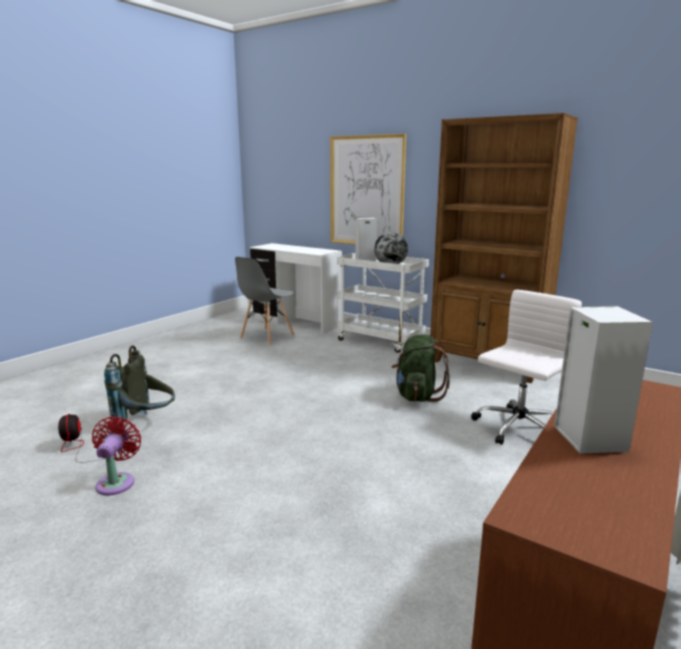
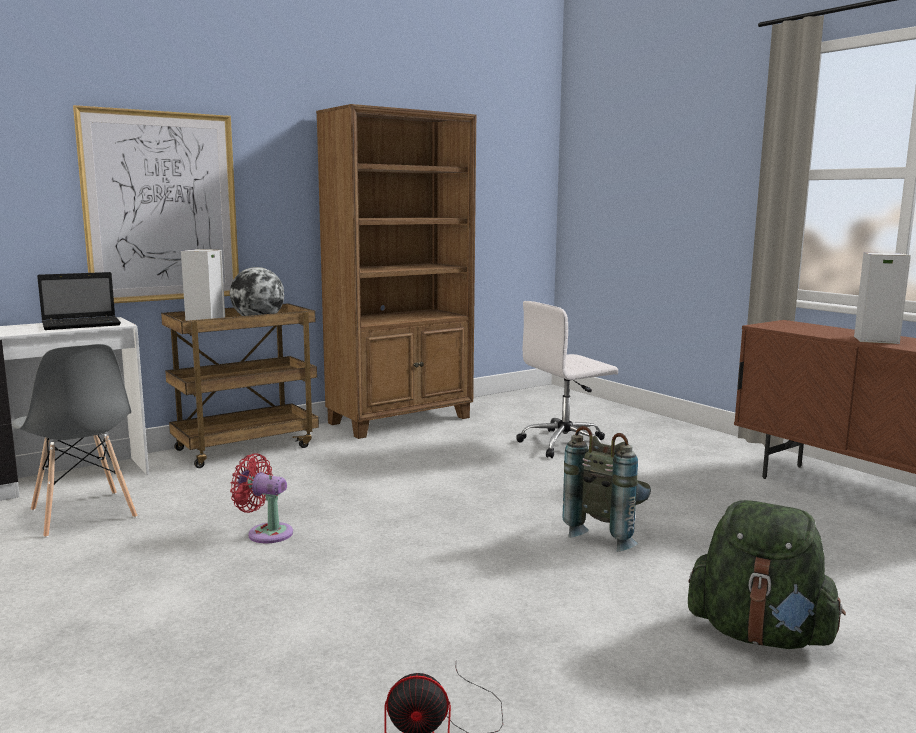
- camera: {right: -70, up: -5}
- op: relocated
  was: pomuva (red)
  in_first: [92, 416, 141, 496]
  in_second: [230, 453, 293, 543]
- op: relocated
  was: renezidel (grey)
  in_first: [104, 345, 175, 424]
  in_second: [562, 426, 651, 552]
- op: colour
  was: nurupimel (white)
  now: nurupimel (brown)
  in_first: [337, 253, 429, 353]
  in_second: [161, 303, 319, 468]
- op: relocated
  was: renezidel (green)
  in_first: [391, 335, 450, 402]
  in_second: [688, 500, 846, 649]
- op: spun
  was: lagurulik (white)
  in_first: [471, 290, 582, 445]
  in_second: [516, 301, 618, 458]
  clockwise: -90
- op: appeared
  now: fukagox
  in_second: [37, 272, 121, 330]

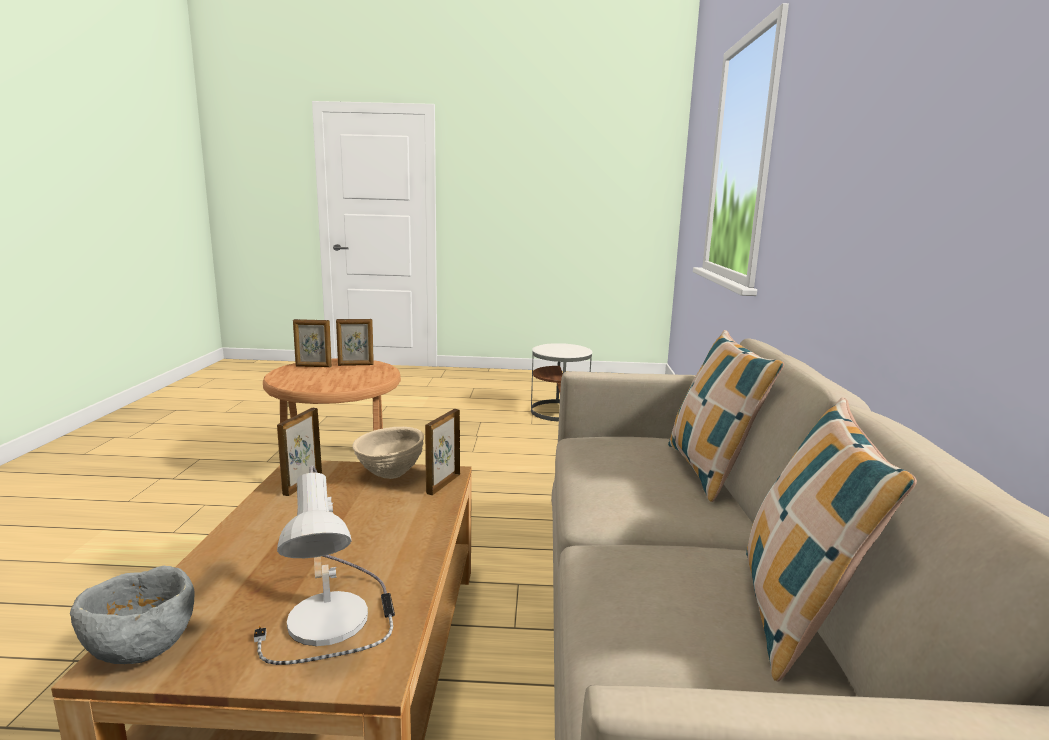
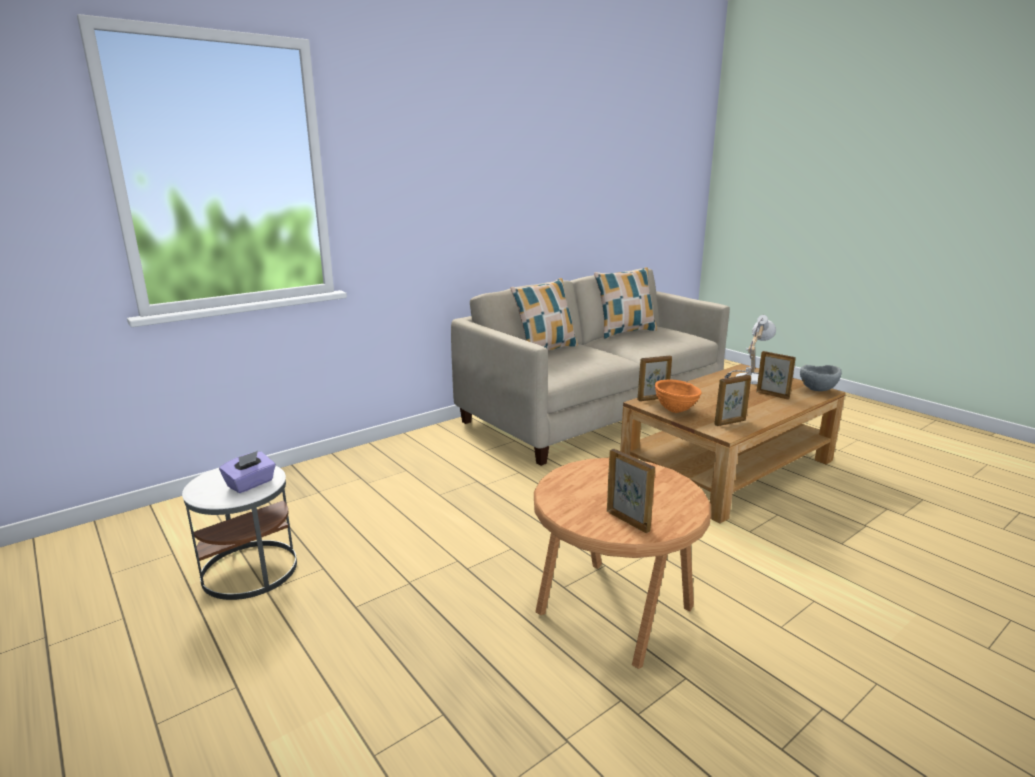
- camera: {right: -130, up: 5}
- op: relocated
  was: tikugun
  in_first: [336, 319, 374, 366]
  in_second: [756, 351, 796, 400]
- op: colour
  was: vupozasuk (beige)
  now: vupozasuk (orange)
  in_first: [352, 427, 424, 479]
  in_second: [655, 379, 702, 413]
- op: appeared
  now: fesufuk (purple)
  in_second: [219, 451, 276, 493]

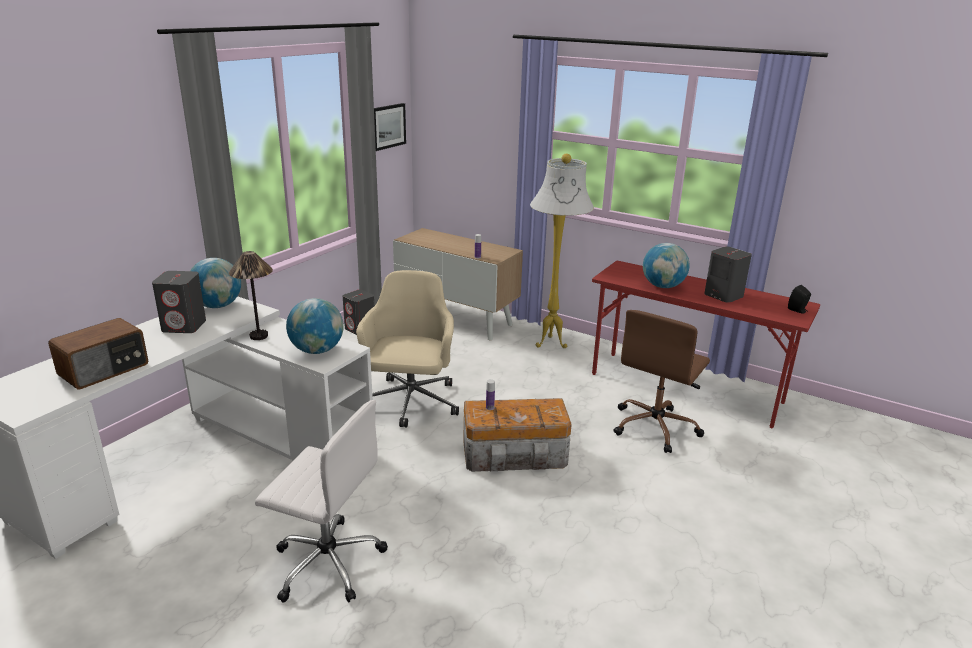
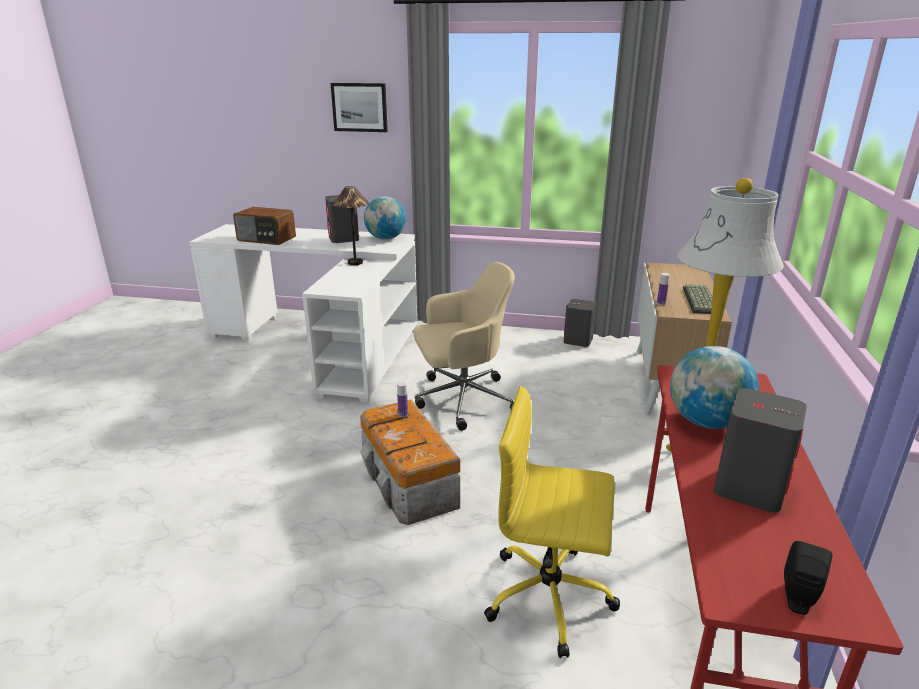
- camera: {right: 70, up: 0}
- op: missing
  was: lagurulik (white)
  in_first: [255, 400, 388, 602]
- op: missing
  was: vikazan
  in_first: [286, 298, 344, 354]
- op: relocated
  was: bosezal
  in_first: [374, 103, 406, 151]
  in_second: [331, 83, 388, 132]
- op: colour
  was: lagurulik (brown)
  now: lagurulik (yellow)
  in_first: [614, 310, 710, 453]
  in_second: [484, 386, 620, 658]
- op: appeared
  now: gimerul
  in_second: [683, 284, 712, 314]

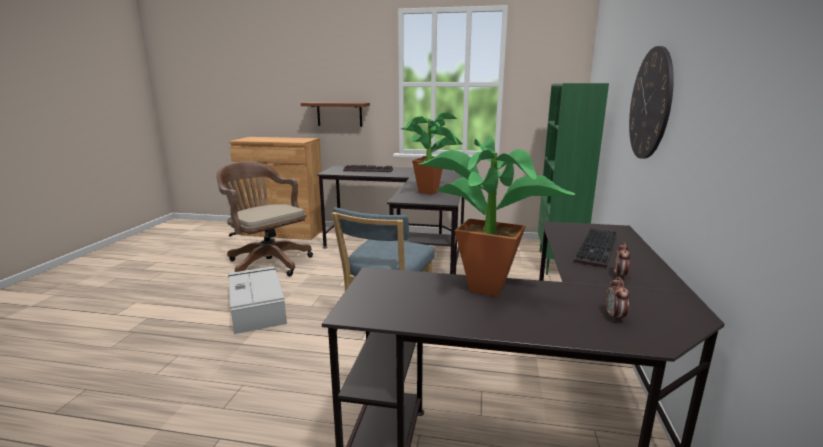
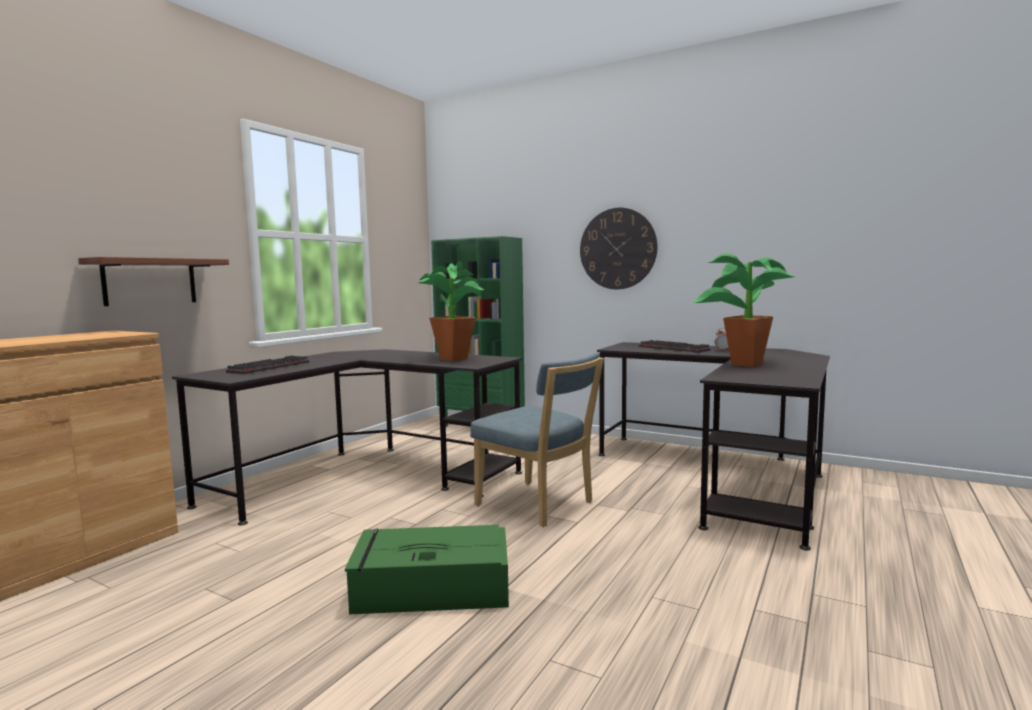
- camera: {right: -70, up: -10}
- op: missing
  was: lagurulik (brown)
  in_first: [216, 161, 313, 276]
- op: colour
  was: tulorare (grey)
  now: tulorare (green)
  in_first: [228, 266, 287, 334]
  in_second: [345, 525, 509, 614]
- op: missing
  was: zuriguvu
  in_first: [606, 277, 629, 321]

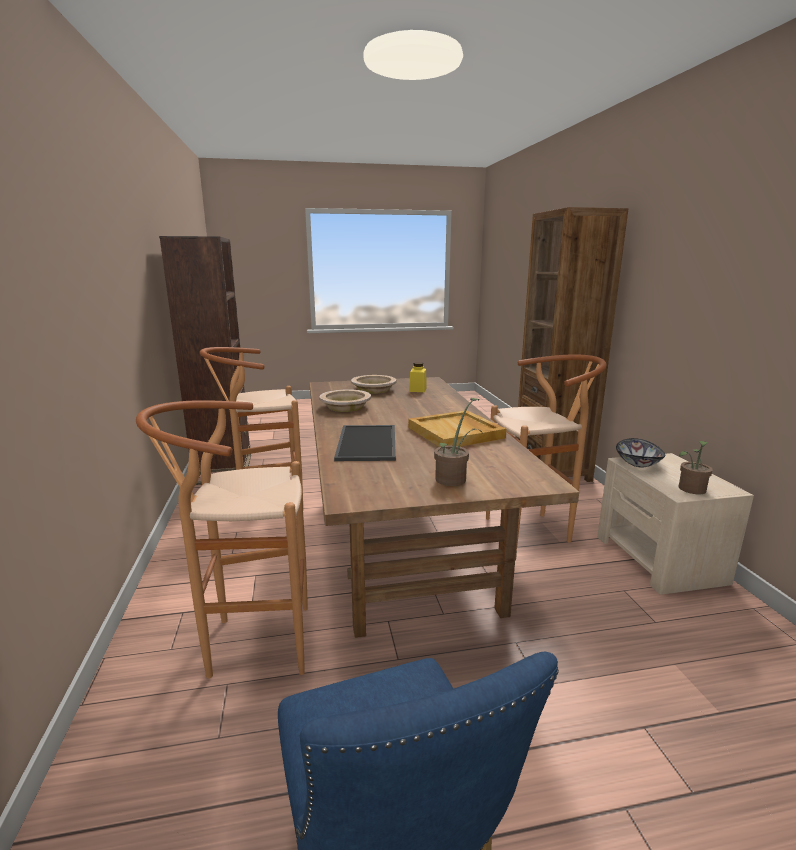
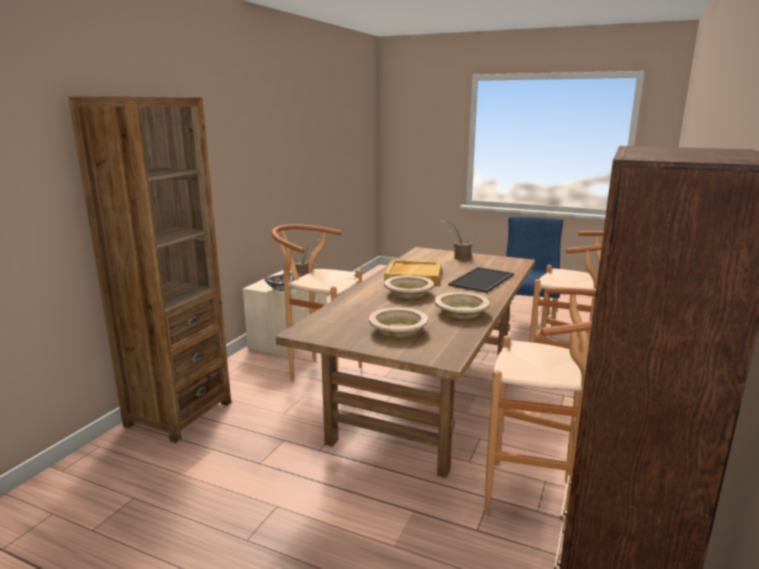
- camera: {right: -145, up: 0}
- op: missing
  was: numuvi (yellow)
  in_first: [409, 362, 427, 392]
- op: appeared
  now: vupozasuk (beige)
  in_second: [384, 275, 434, 299]

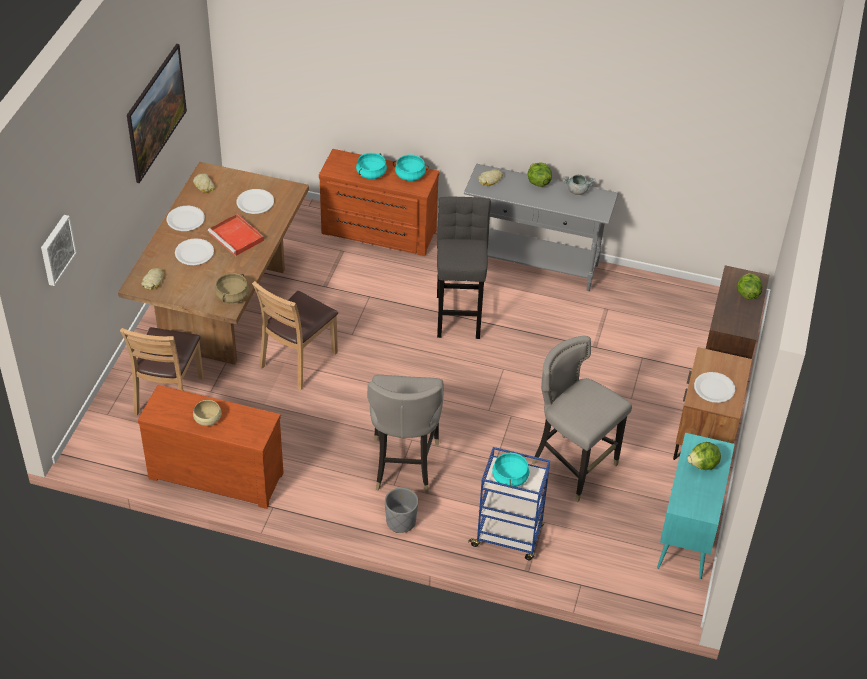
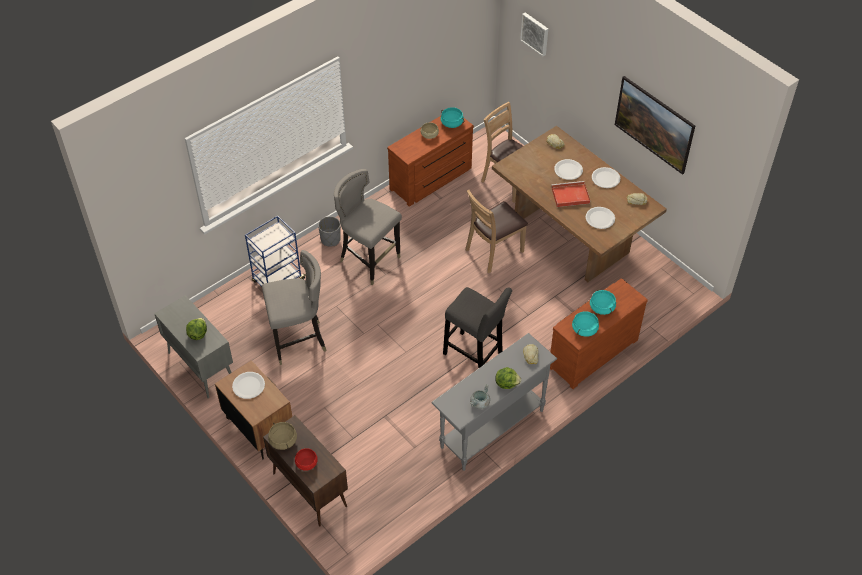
- camera: {right: 125, up: 5}
- op: relocated
  was: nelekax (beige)
  in_first: [215, 273, 249, 303]
  in_second: [268, 422, 297, 450]
- op: spun
  was: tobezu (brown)
  in_first: [252, 281, 338, 390]
  in_second: [465, 190, 528, 273]
  clockwise: -105
- op: relocated
  was: nelekax (turquoise)
  in_first: [492, 451, 529, 487]
  in_second: [441, 107, 465, 128]
- op: colour
  was: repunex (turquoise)
  now: repunex (grey)
  in_first: [657, 433, 735, 579]
  in_second: [154, 295, 233, 398]
- op: exchanged
  was: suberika
  now: vupozasuk (red)
  in_first: [737, 273, 762, 300]
  in_second: [295, 448, 318, 471]

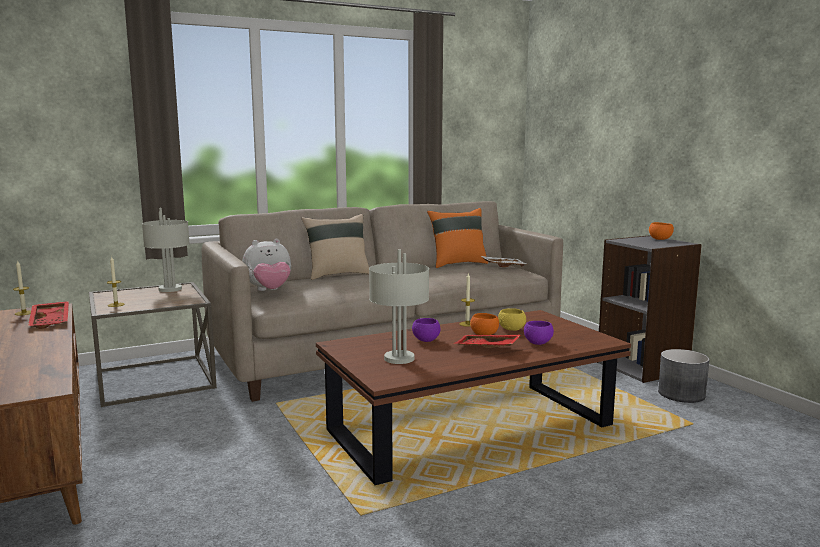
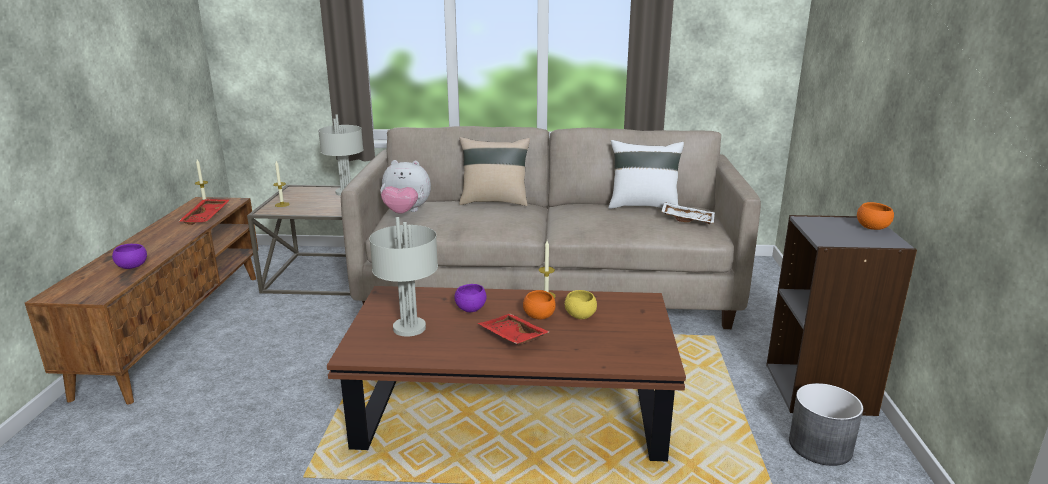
- camera: {right: 30, up: 10}
- op: colour
  was: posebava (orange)
  now: posebava (white)
  in_first: [427, 208, 488, 268]
  in_second: [608, 140, 684, 209]
- op: relocated
  was: vupozasuk (purple)
  in_first: [524, 321, 554, 345]
  in_second: [112, 244, 147, 269]

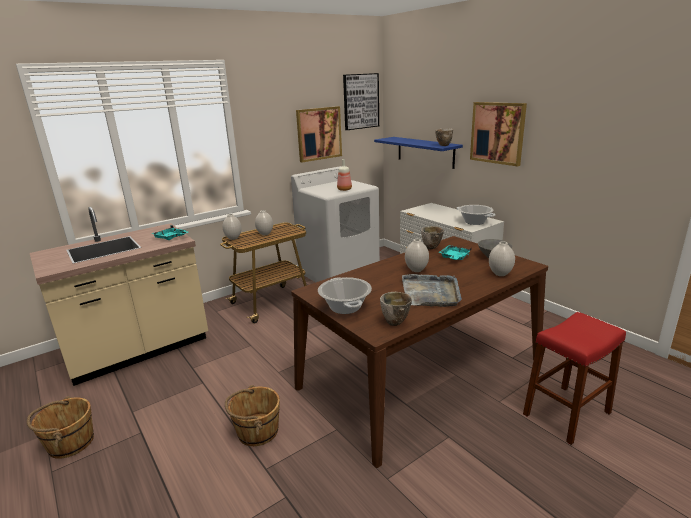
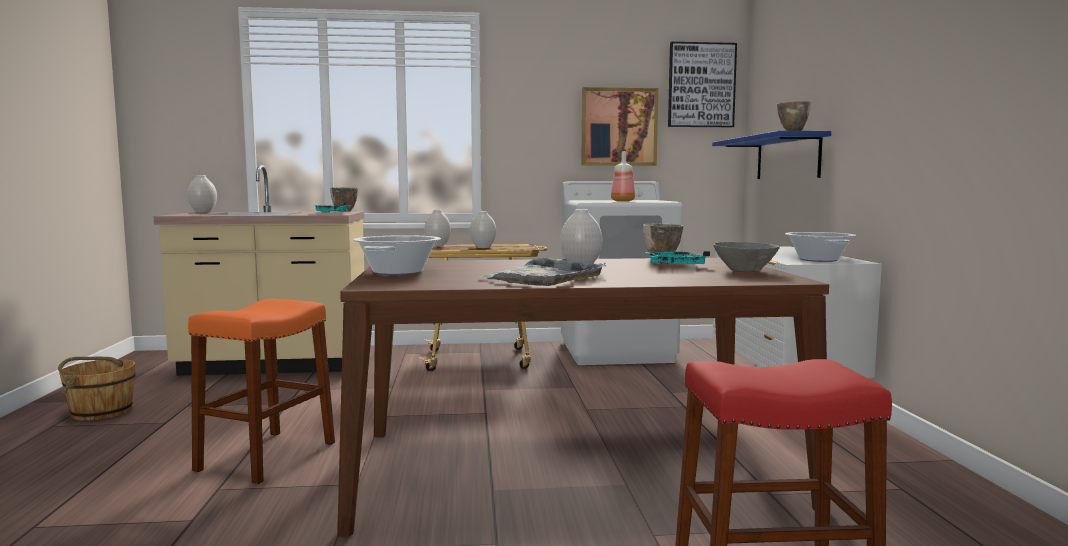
- camera: {right: 30, up: -15}
- op: exchanged
  was: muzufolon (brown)
  now: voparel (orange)
  in_first: [225, 385, 280, 446]
  in_second: [188, 299, 335, 484]
- op: relocated
  was: vupozasuk
  in_first: [380, 291, 412, 326]
  in_second: [330, 187, 358, 212]
- op: missing
  was: bosezal
  in_first: [470, 102, 527, 167]
- op: relocated
  was: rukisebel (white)
  in_first: [489, 241, 515, 276]
  in_second: [187, 175, 217, 213]

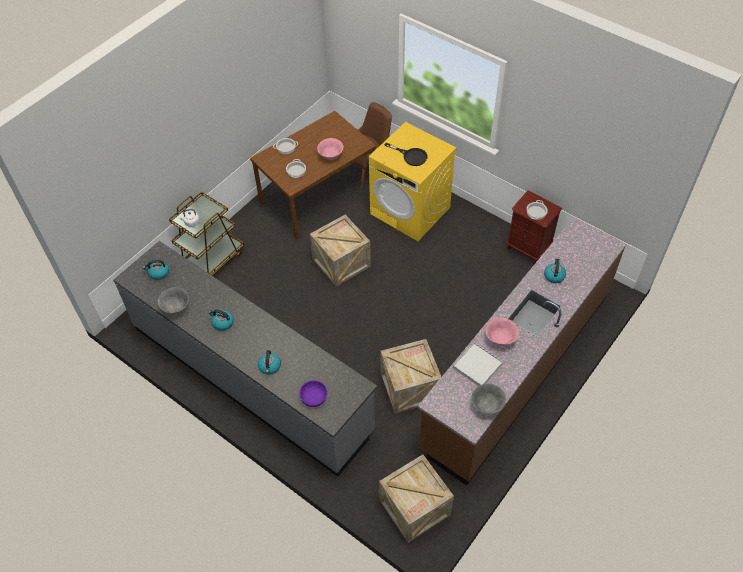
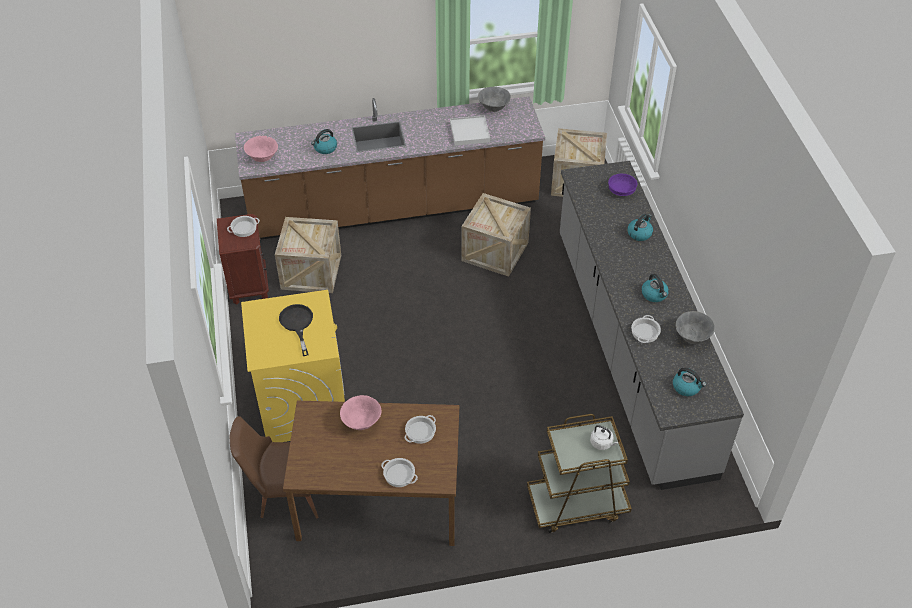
- camera: {right: -140, up: -5}
- op: relocated
  was: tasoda
  in_first: [310, 215, 371, 286]
  in_second: [275, 217, 341, 293]
- op: relocated
  was: vupozasuk (pink)
  in_first: [486, 318, 519, 345]
  in_second: [244, 136, 278, 162]
- op: appeared
  now: nelekax
  in_second: [631, 315, 661, 343]

